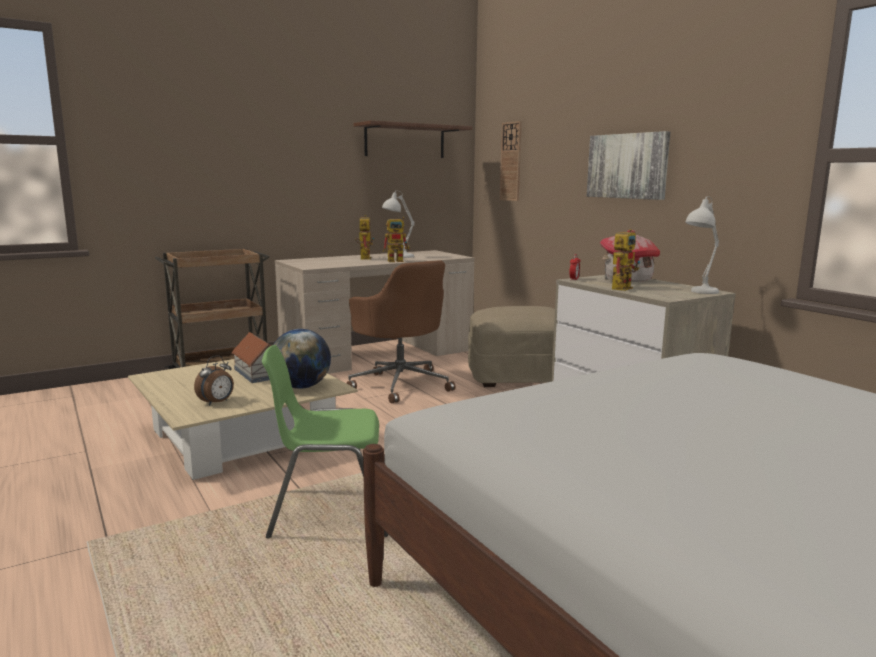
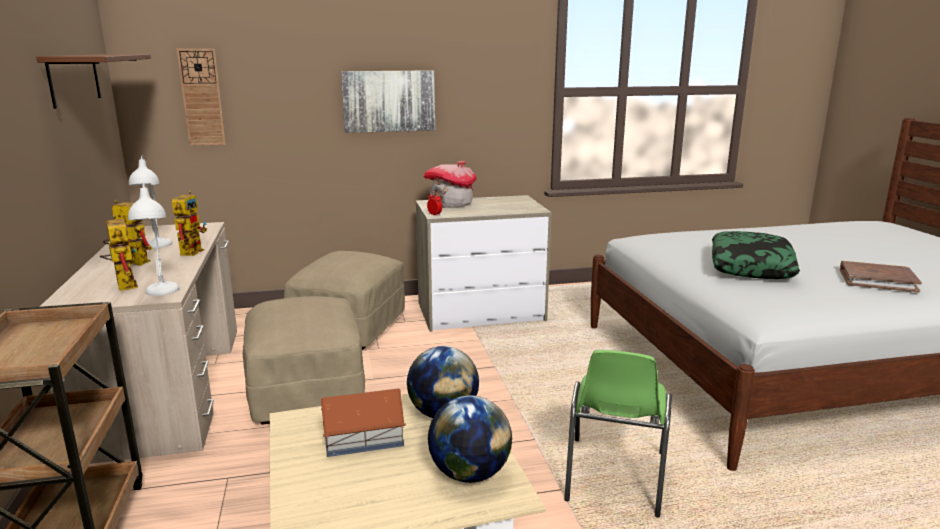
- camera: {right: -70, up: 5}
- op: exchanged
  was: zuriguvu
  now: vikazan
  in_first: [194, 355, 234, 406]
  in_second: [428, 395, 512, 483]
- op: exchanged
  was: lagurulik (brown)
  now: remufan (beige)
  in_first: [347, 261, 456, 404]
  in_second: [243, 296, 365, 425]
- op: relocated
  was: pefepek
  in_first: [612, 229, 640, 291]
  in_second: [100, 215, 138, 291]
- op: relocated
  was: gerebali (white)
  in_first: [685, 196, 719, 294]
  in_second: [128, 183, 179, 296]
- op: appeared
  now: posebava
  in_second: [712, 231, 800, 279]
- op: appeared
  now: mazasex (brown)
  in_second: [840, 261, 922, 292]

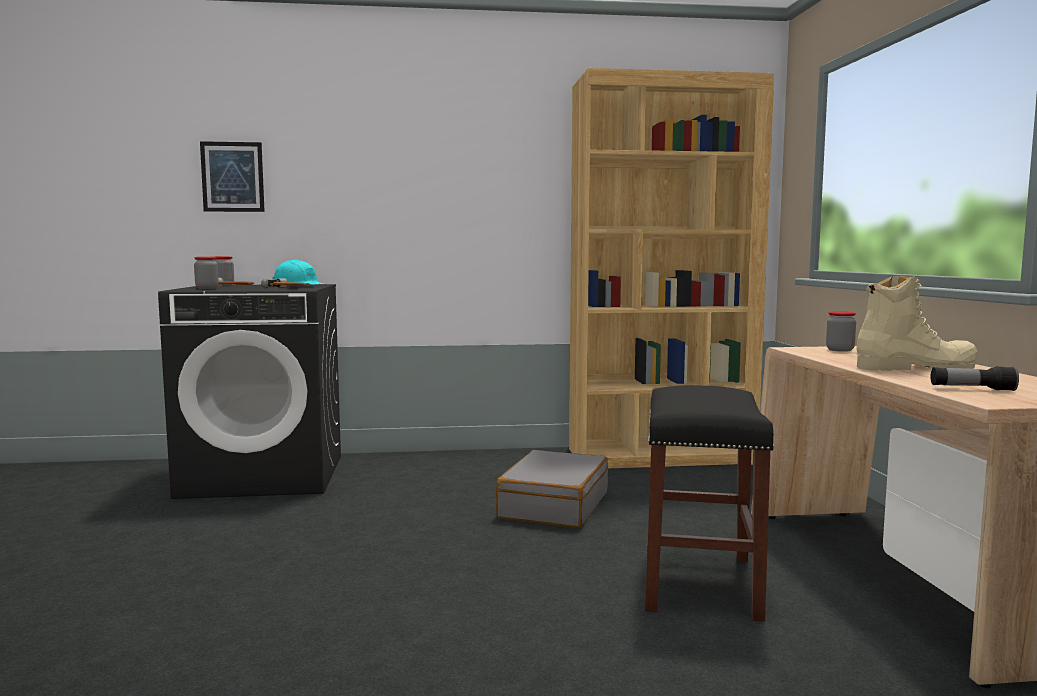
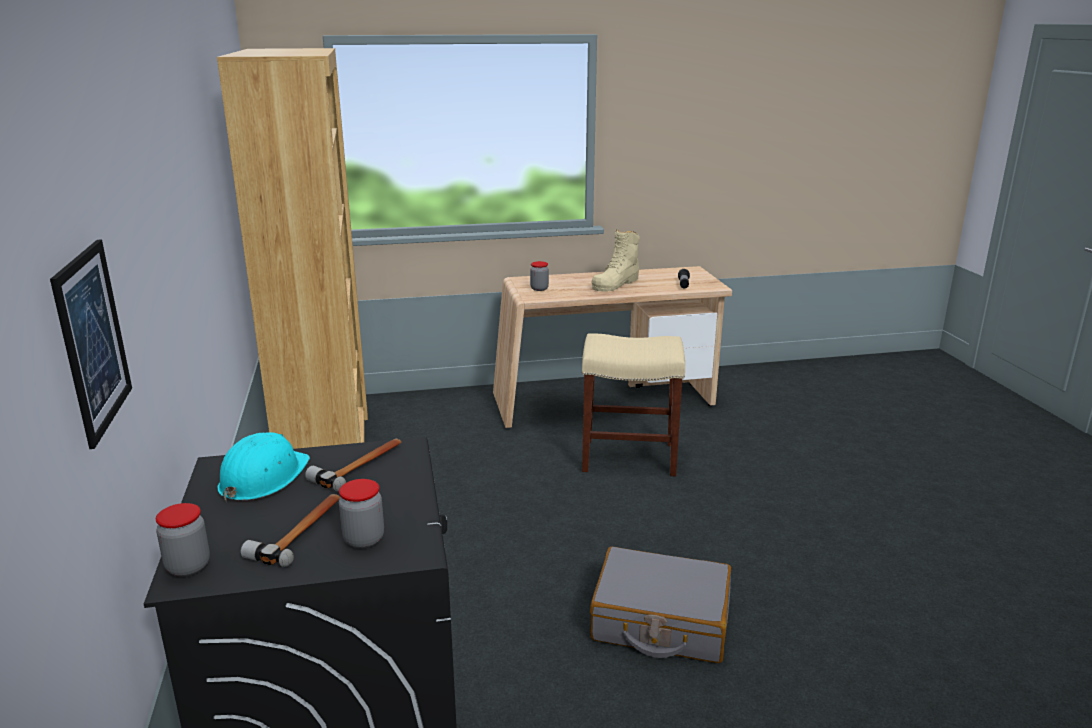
- camera: {right: -95, up: 15}
- op: relocated
  was: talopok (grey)
  in_first: [496, 450, 608, 528]
  in_second: [590, 546, 731, 663]
- op: colour
  was: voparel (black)
  now: voparel (beige)
  in_first: [645, 385, 775, 622]
  in_second: [582, 333, 685, 476]
- op: spun
  was: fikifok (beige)
  in_first: [856, 276, 978, 371]
  in_second: [591, 230, 640, 292]
  clockwise: -135

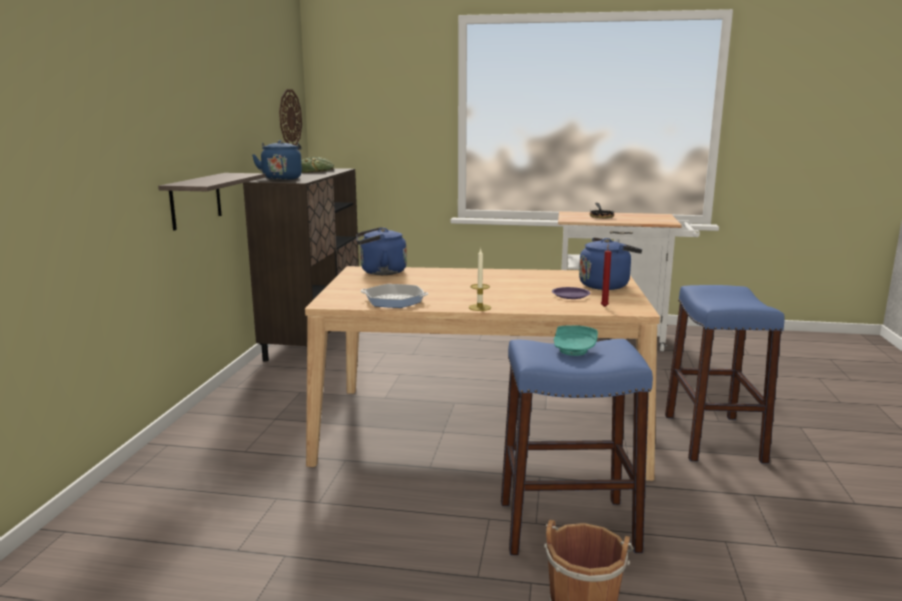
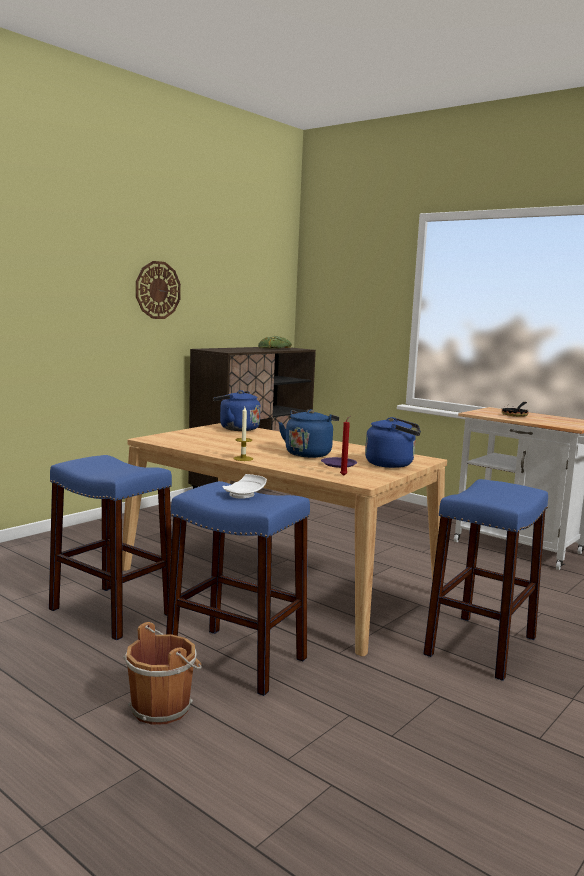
- camera: {right: 30, up: -5}
- op: missing
  was: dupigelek
  in_first: [158, 173, 266, 230]
- op: relocated
  was: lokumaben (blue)
  in_first: [252, 140, 302, 180]
  in_second: [278, 409, 339, 458]
- op: relocated
  was: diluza
  in_first: [279, 89, 302, 146]
  in_second: [136, 261, 181, 319]
- op: missing
  was: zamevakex
  in_first: [361, 284, 429, 308]
- op: colour
  was: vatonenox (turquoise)
  now: vatonenox (white)
  in_first: [554, 325, 598, 356]
  in_second: [222, 474, 267, 499]
- op: appeared
  now: voparel (blue)
  in_second: [49, 455, 172, 640]

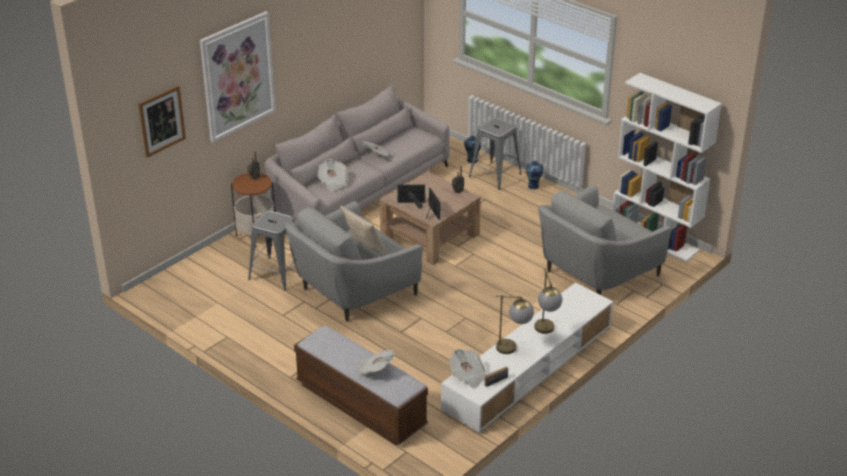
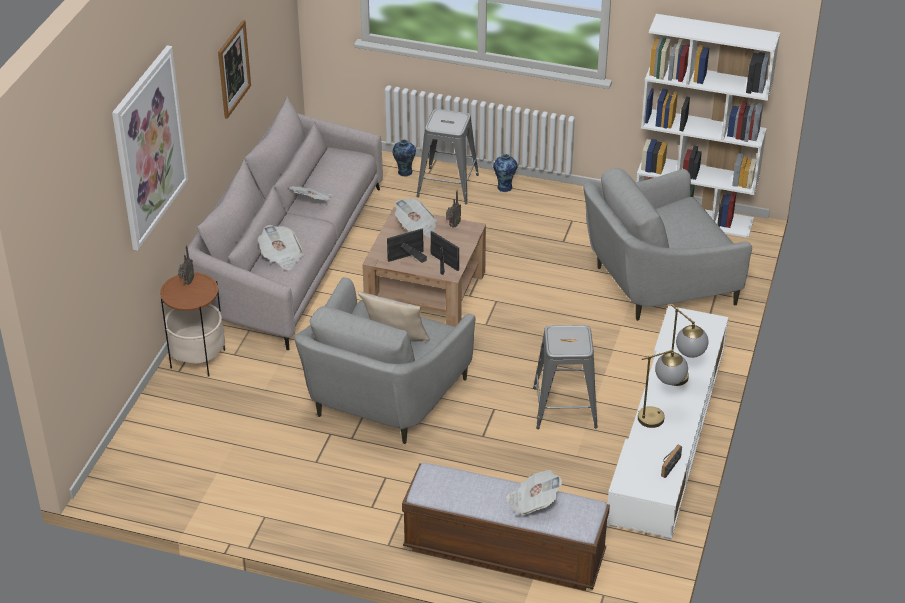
- camera: {right: -25, up: 5}
- op: relocated
  was: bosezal
  in_first: [138, 86, 186, 158]
  in_second: [218, 20, 251, 119]
- op: relocated
  was: voparel (grey)
  in_first: [248, 210, 294, 290]
  in_second: [533, 325, 598, 429]
- op: relocated
  was: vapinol
  in_first: [449, 349, 487, 389]
  in_second: [395, 198, 438, 237]
- op: spun
  was: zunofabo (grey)
  in_first: [538, 185, 671, 295]
  in_second: [583, 168, 752, 321]
  clockwise: 45

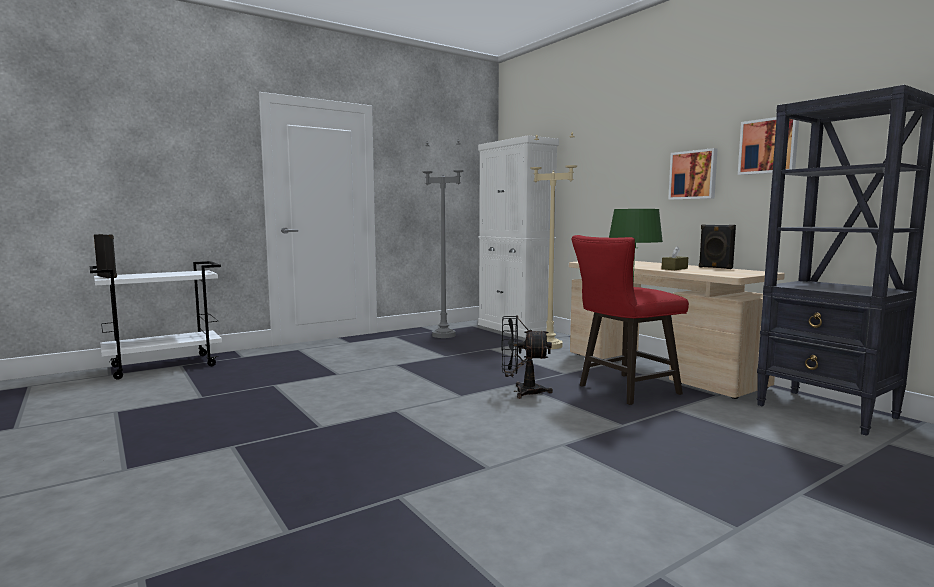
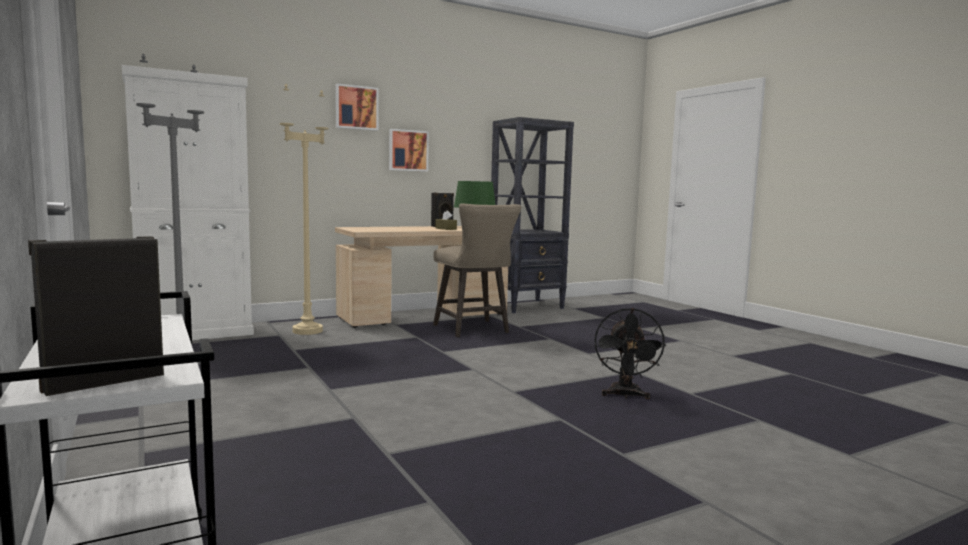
- camera: {right: -85, up: 0}
- op: relocated
  was: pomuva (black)
  in_first: [502, 315, 553, 399]
  in_second: [594, 308, 666, 399]
- op: colour
  was: voparel (red)
  now: voparel (beige)
  in_first: [572, 235, 689, 405]
  in_second: [433, 203, 522, 337]
- op: relocated
  was: bosezal
  in_first: [738, 117, 799, 175]
  in_second: [335, 84, 379, 131]

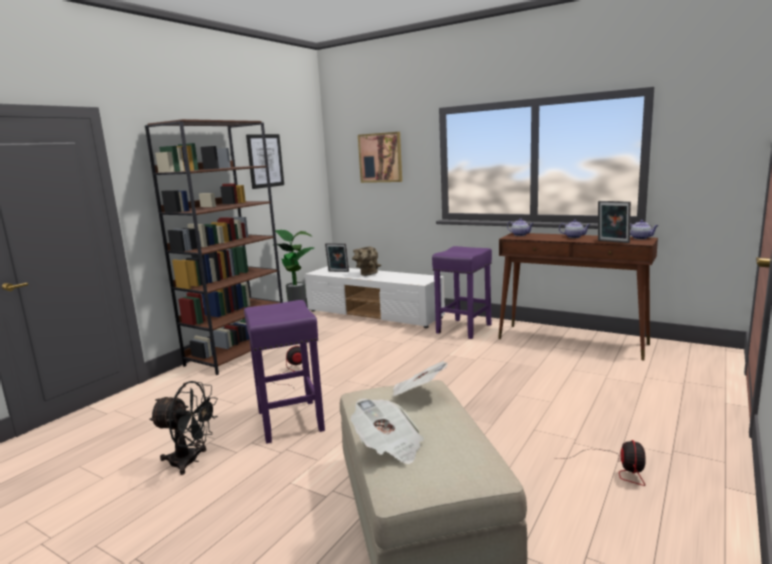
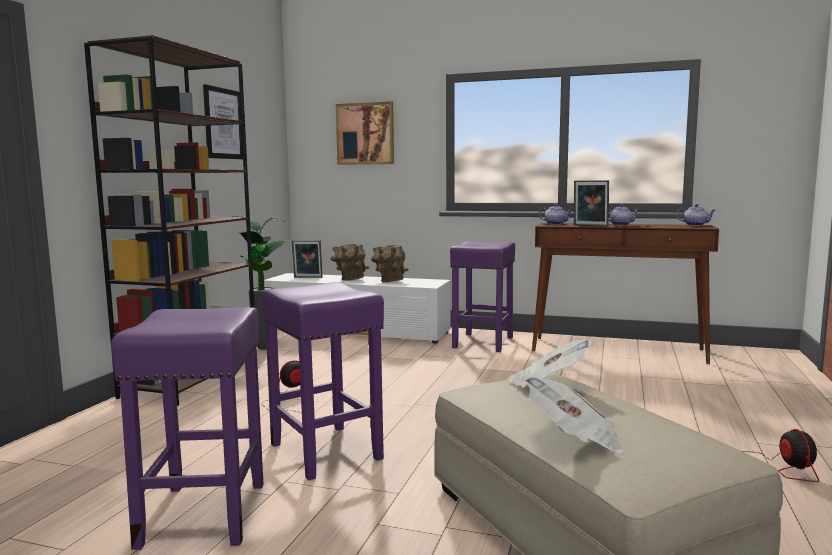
- camera: {right: -15, up: -5}
- op: exchanged
  was: pomuva (black)
  now: voparel (purple)
  in_first: [149, 381, 218, 475]
  in_second: [111, 307, 263, 550]
- op: relocated
  was: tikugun
  in_first: [598, 201, 631, 243]
  in_second: [574, 180, 609, 226]
- op: appeared
  now: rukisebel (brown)
  in_second: [371, 245, 409, 282]

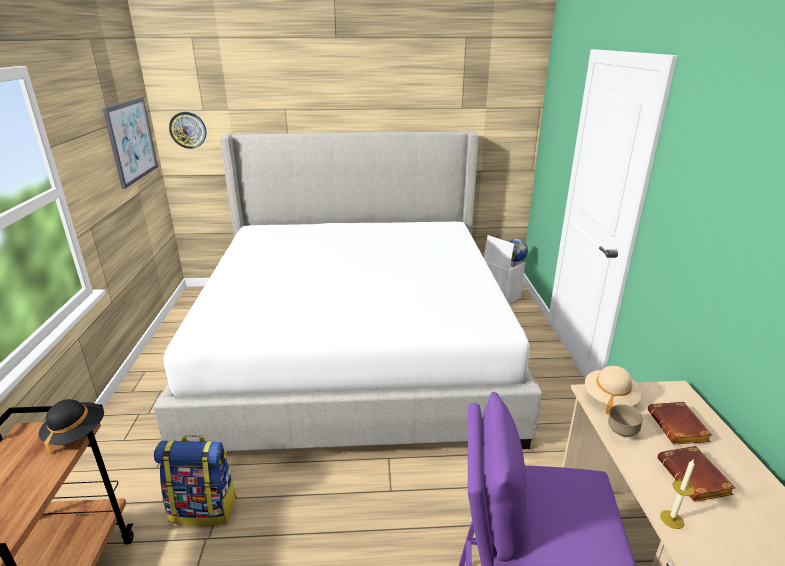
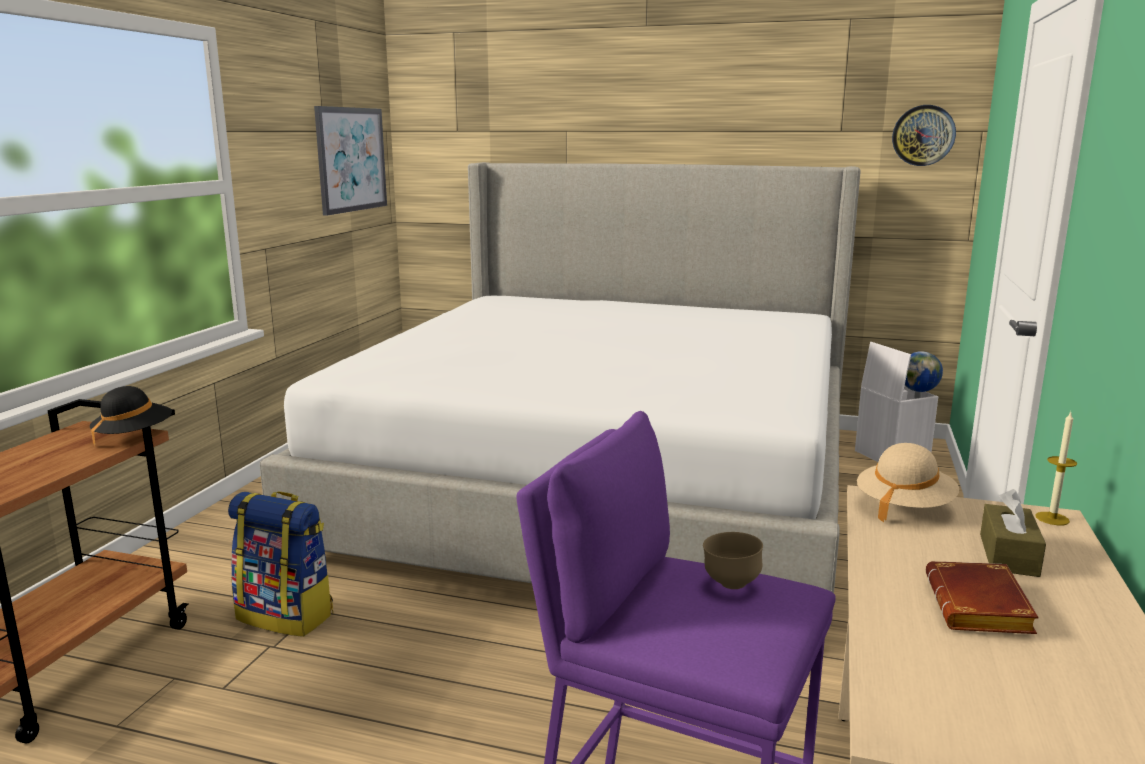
- camera: {right: 20, up: -10}
- op: relocated
  was: diluza
  in_first: [169, 112, 207, 149]
  in_second: [892, 105, 956, 166]
- op: relocated
  was: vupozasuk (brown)
  in_first: [608, 404, 643, 437]
  in_second: [703, 532, 763, 589]
- op: exchanged
  was: mazasex (brown)
  now: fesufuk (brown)
  in_first: [647, 402, 713, 444]
  in_second: [980, 489, 1046, 577]
- op: relocated
  was: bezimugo
  in_first: [660, 460, 695, 529]
  in_second: [1035, 412, 1077, 525]

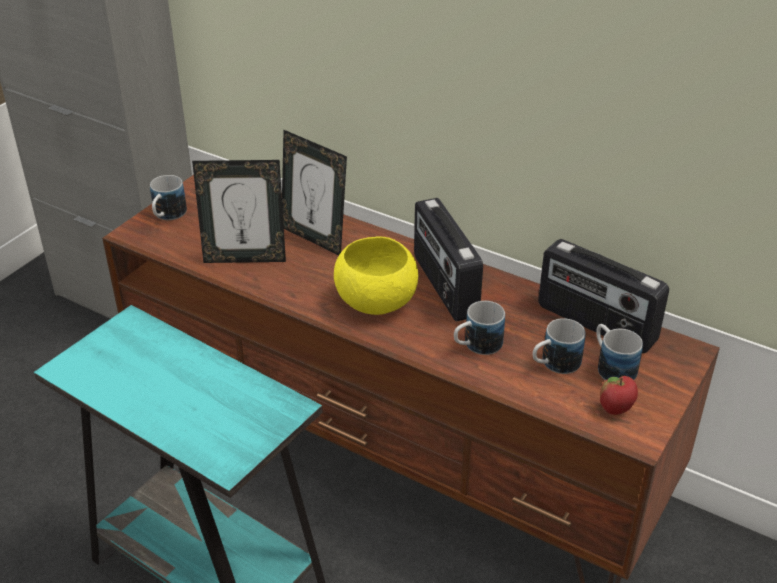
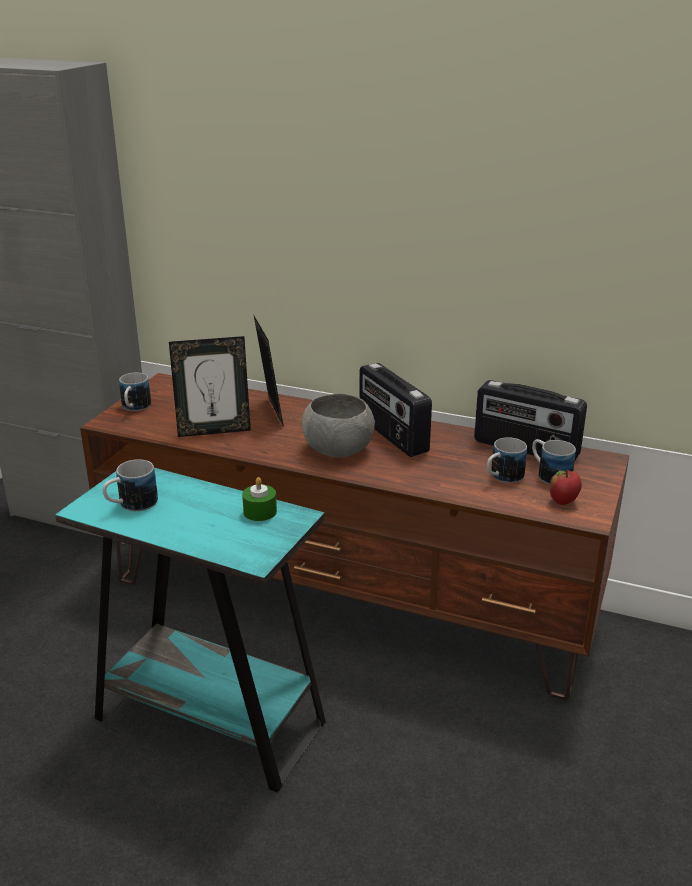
- camera: {right: -10, up: -10}
- op: spun
  was: tikugun
  in_first: [282, 130, 347, 255]
  in_second: [253, 314, 284, 427]
  clockwise: -135
- op: colour
  was: vupozasuk (yellow)
  now: vupozasuk (grey)
  in_first: [334, 237, 418, 315]
  in_second: [301, 393, 375, 457]
- op: relocated
  was: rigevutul
  in_first: [454, 301, 505, 355]
  in_second: [103, 459, 158, 511]
- op: appeared
  now: bezimugo (green)
  in_second: [242, 477, 277, 521]

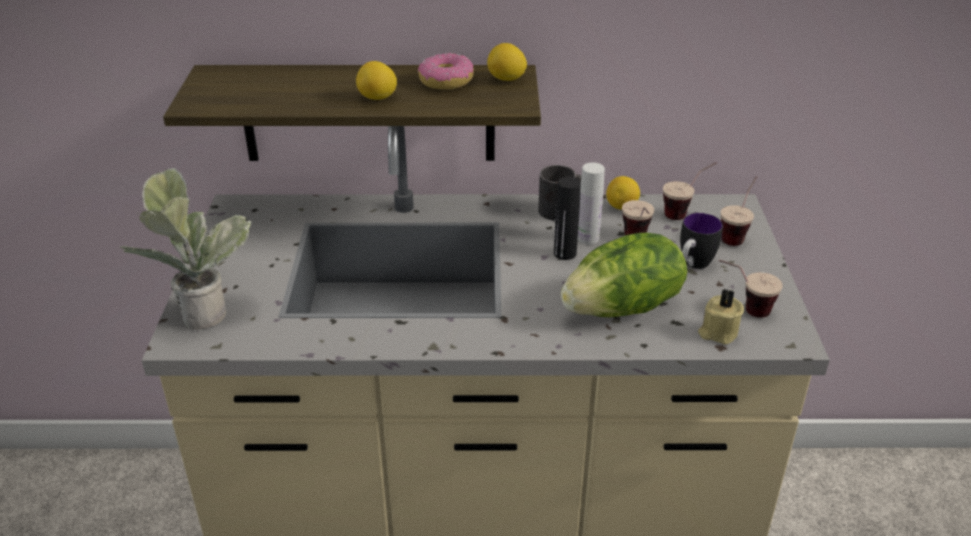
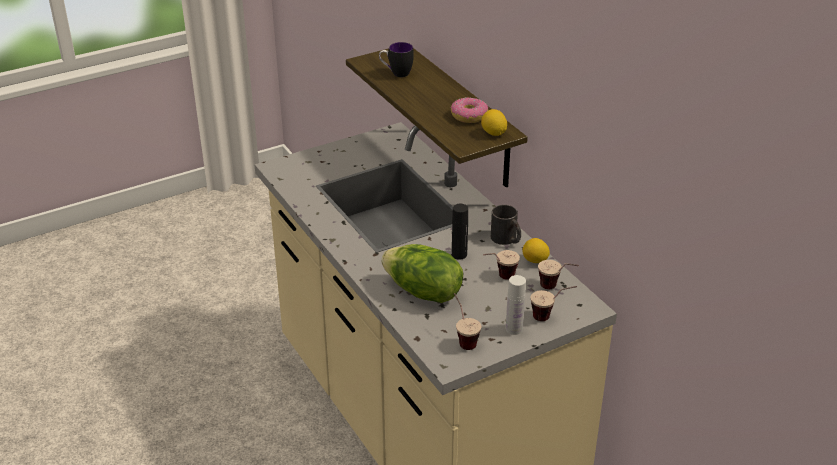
- camera: {right: 60, up: 0}
- op: missing
  was: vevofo
  in_first: [120, 168, 252, 330]
- op: missing
  was: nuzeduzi
  in_first: [356, 61, 397, 100]
- op: relocated
  was: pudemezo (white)
  in_first: [578, 162, 605, 244]
  in_second: [506, 275, 526, 335]
- op: relocated
  was: rigevutul
  in_first: [680, 213, 723, 269]
  in_second: [379, 42, 414, 77]
- op: missing
  was: bezimugo (beige)
  in_first: [698, 289, 744, 345]

